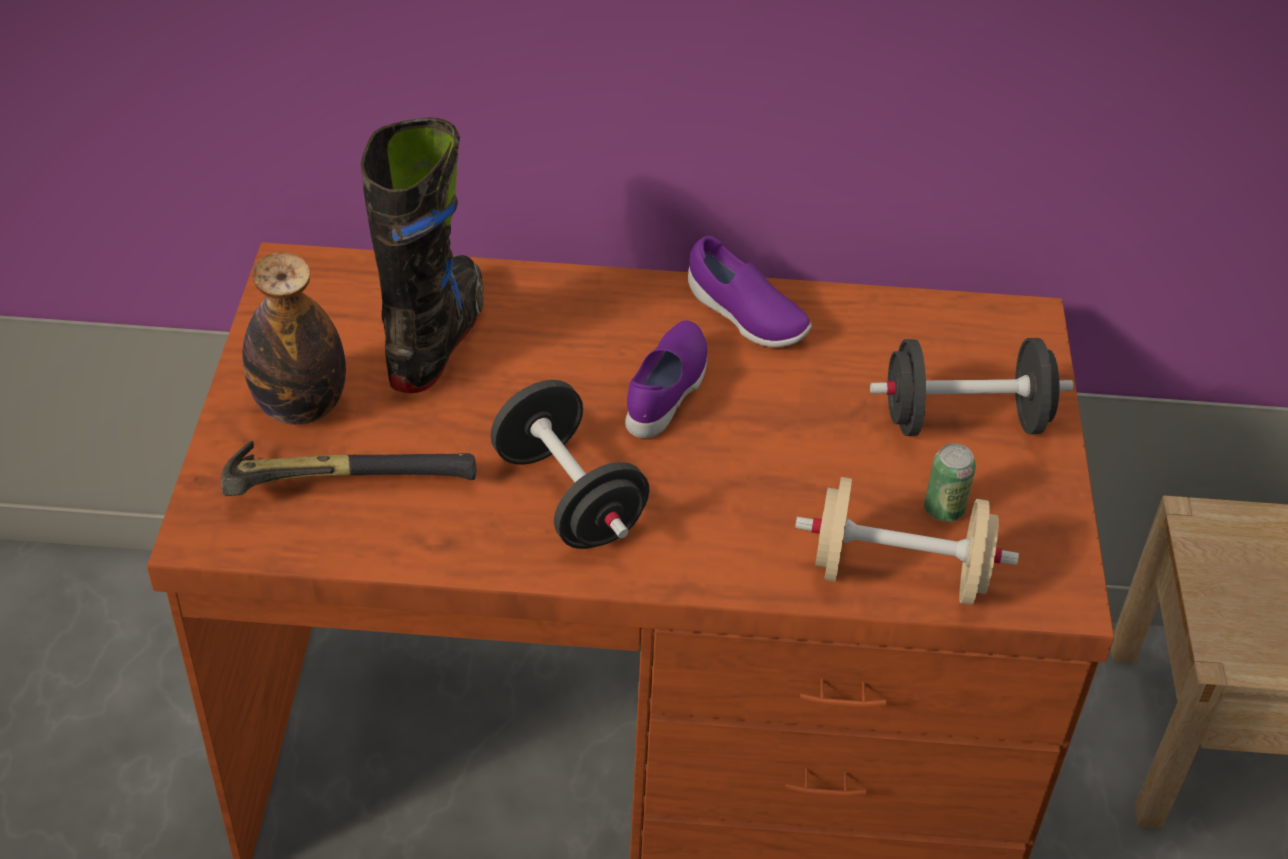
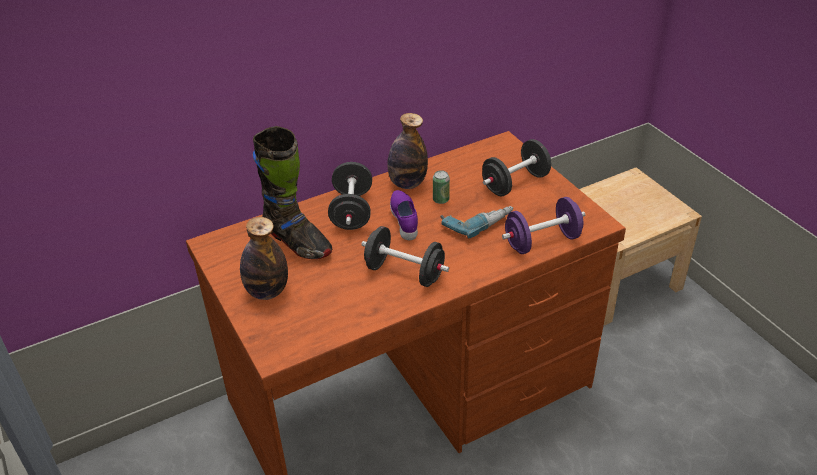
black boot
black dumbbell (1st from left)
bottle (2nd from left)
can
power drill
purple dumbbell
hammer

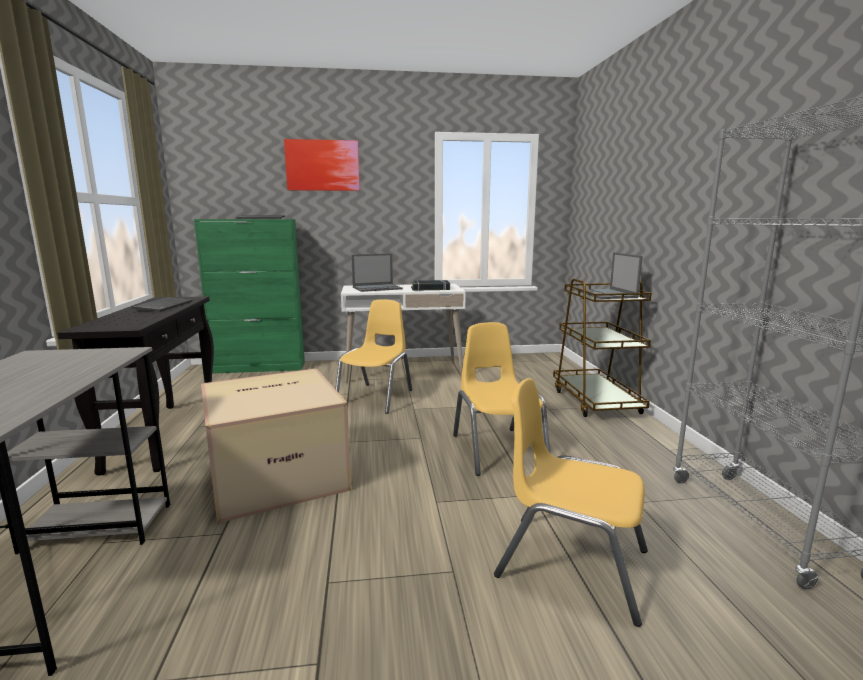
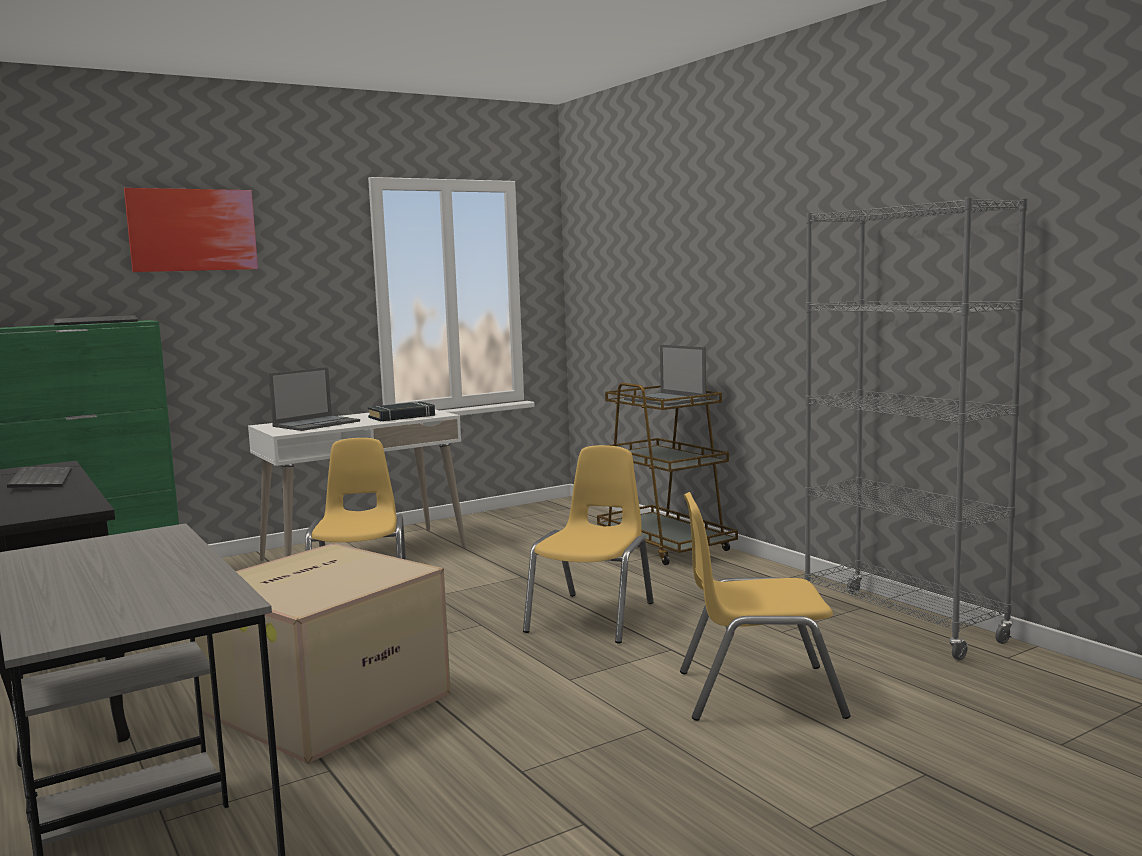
yellow chair (2nd from left)

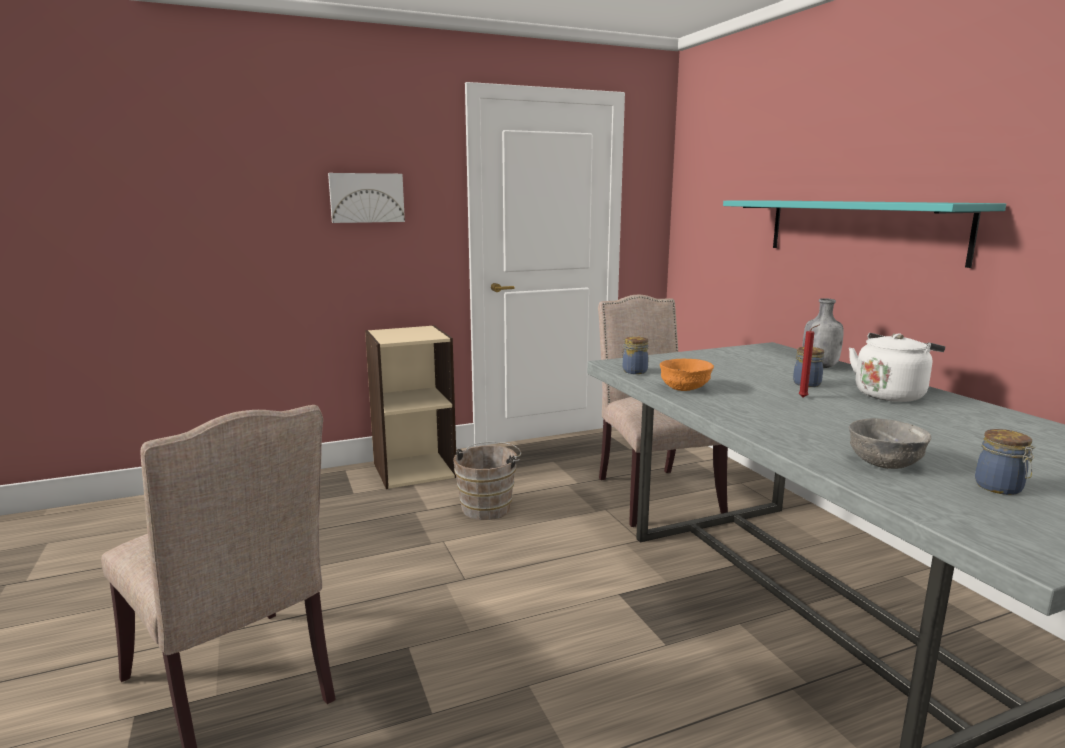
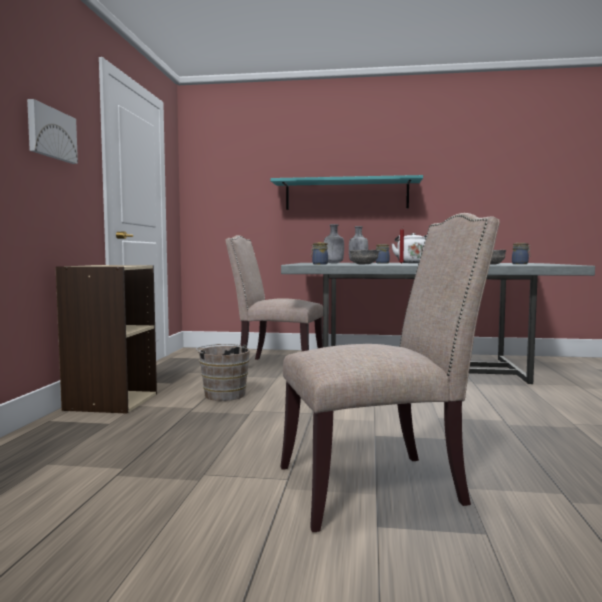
grey bottle (1st from left)
grey bowl (1st from left)

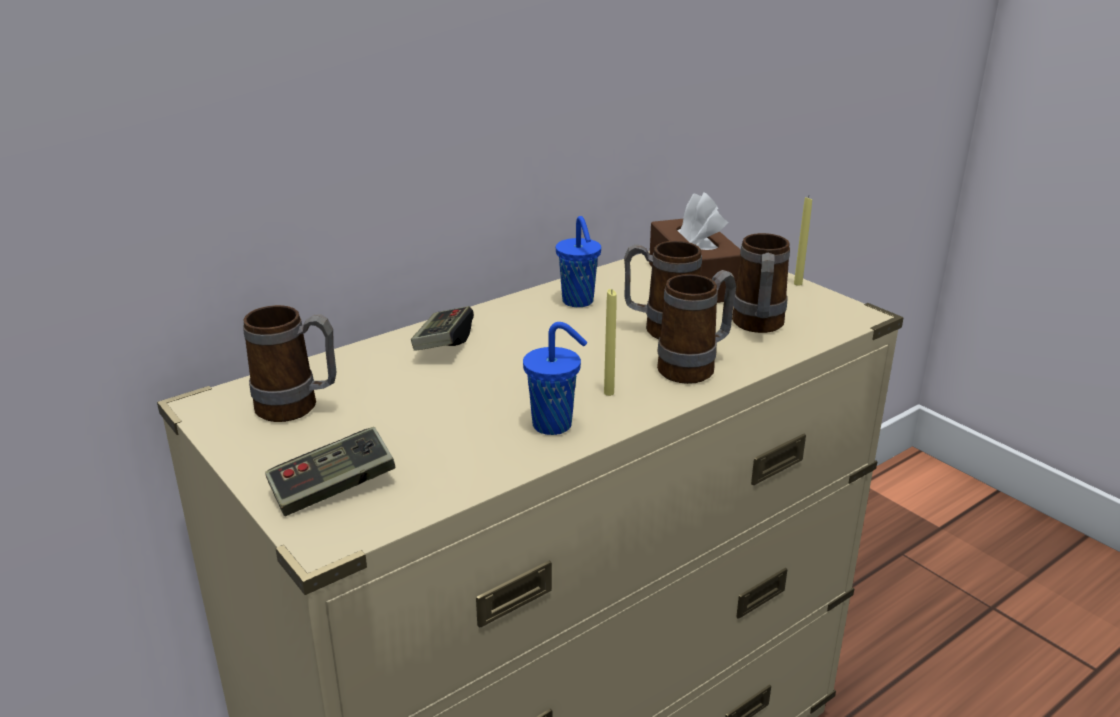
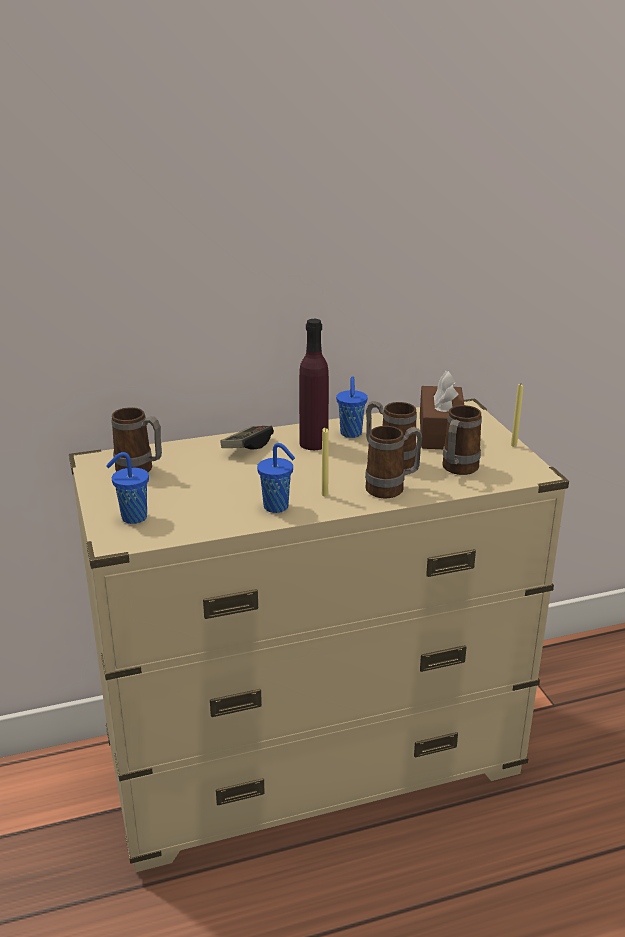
blue cup (1st from left)
purple bottle

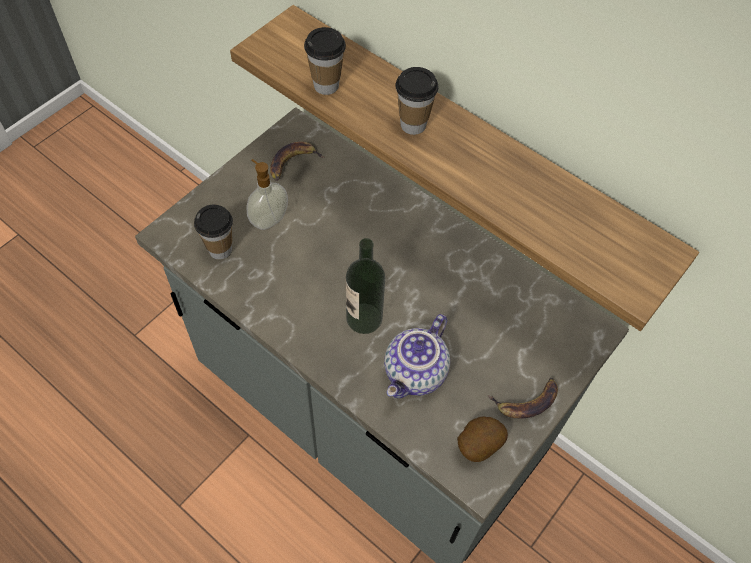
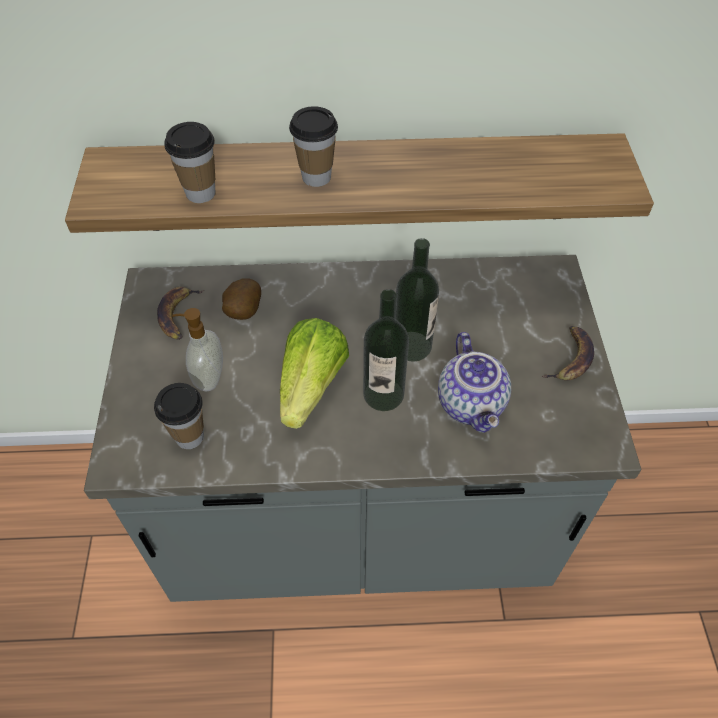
potato
lettuce
bottle (2nd from left)

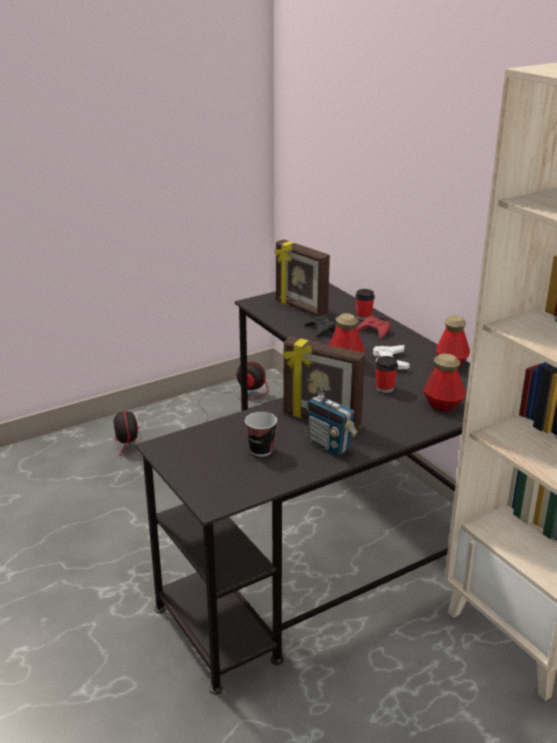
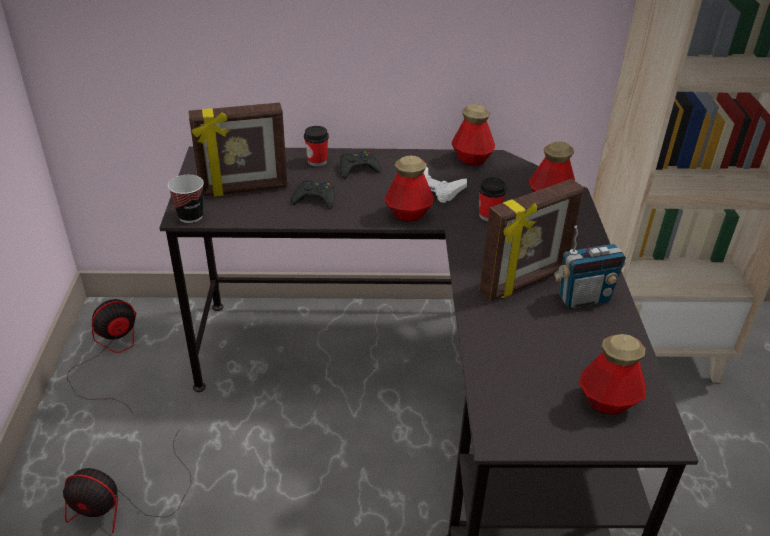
cup (1st from left)
black game controller (2nd from left)
bottle (4th from left)

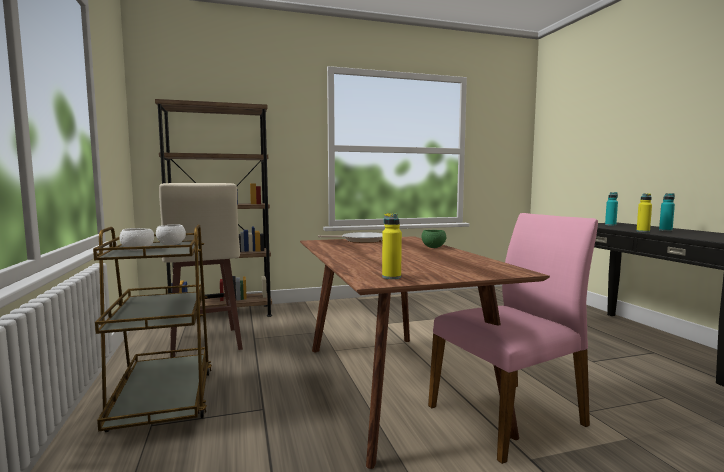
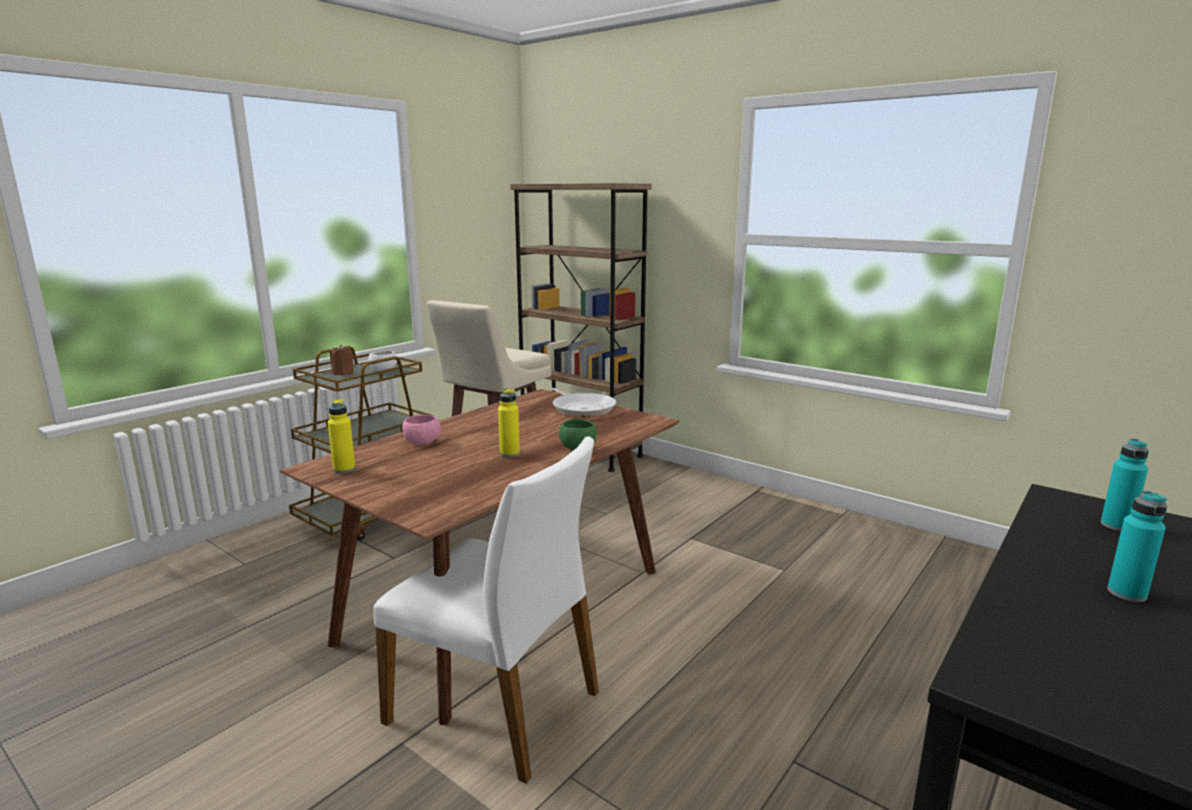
brown candle
white chair
pink bowl
yellow bottle (2nd from left)

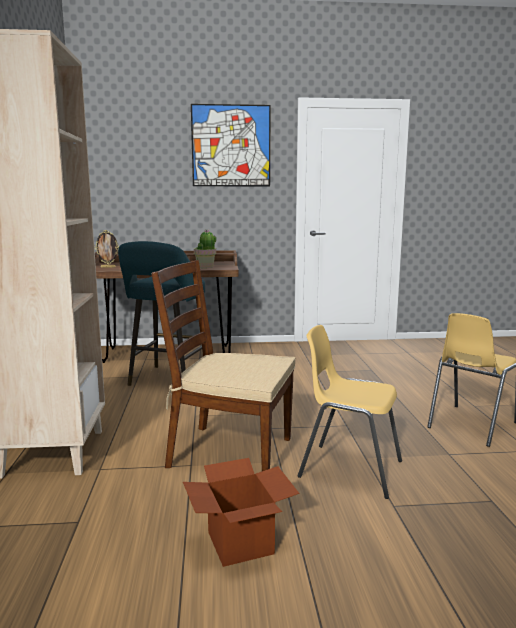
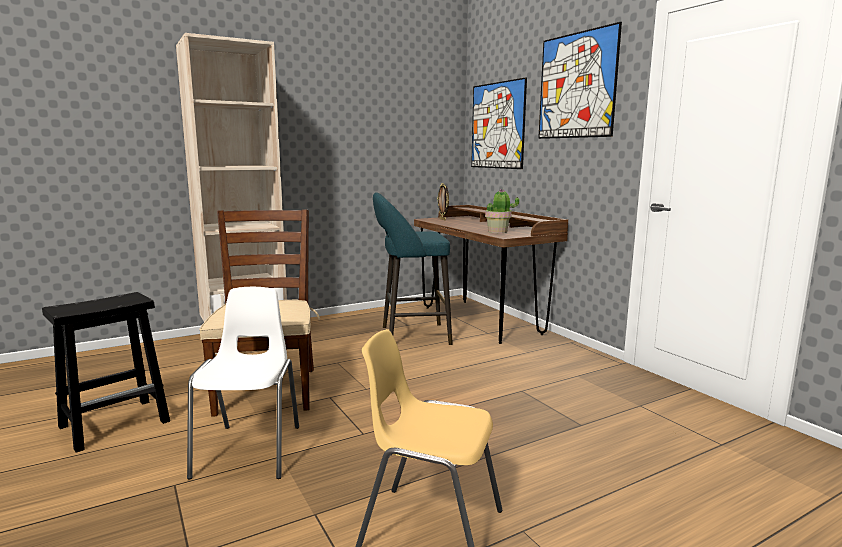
black stool
white chair
picture (1st from left)

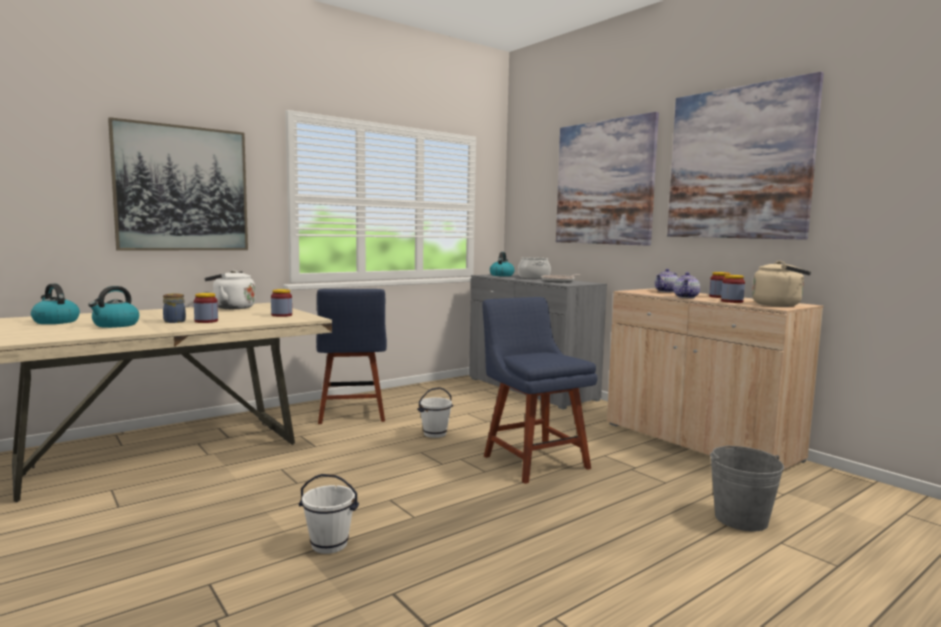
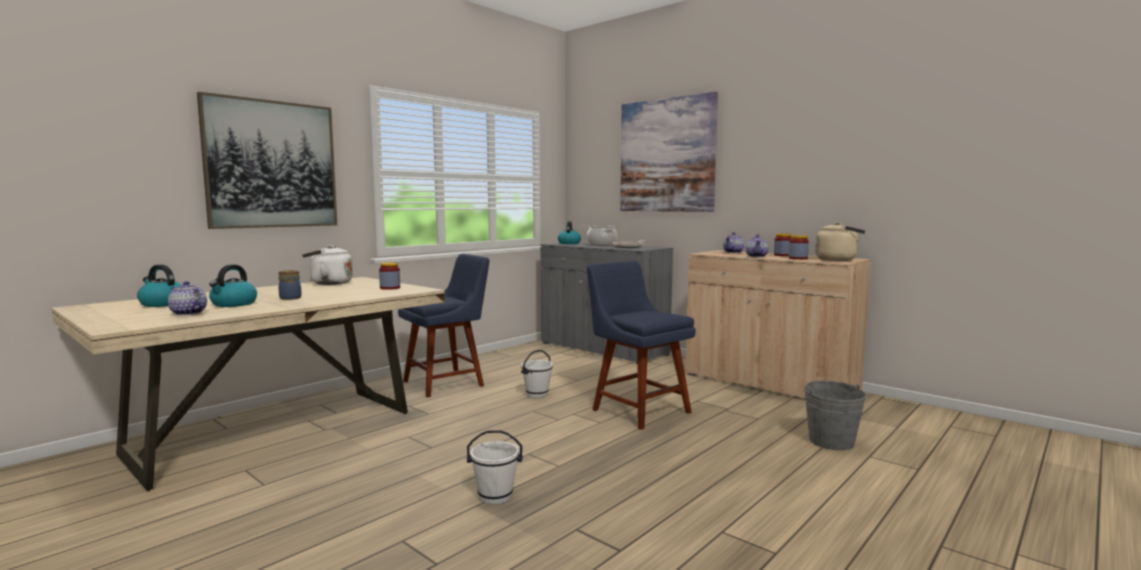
teapot (1st from left)
blue chair (1st from left)
jar (2nd from left in the first image)
picture (3rd from left in the first image)

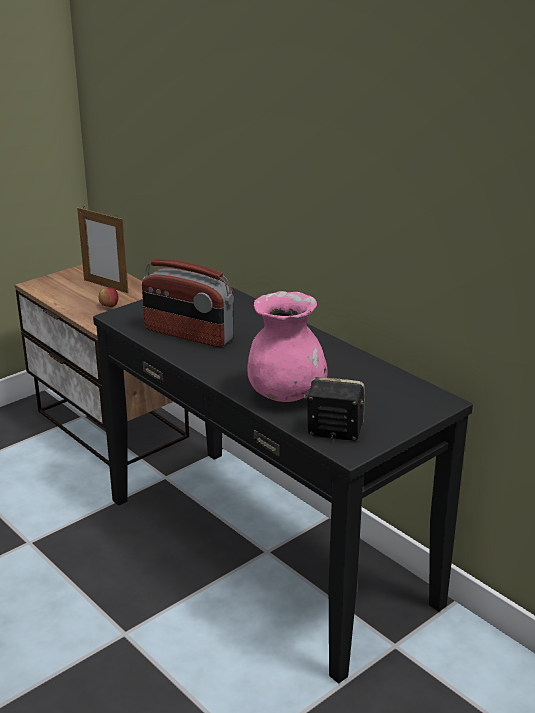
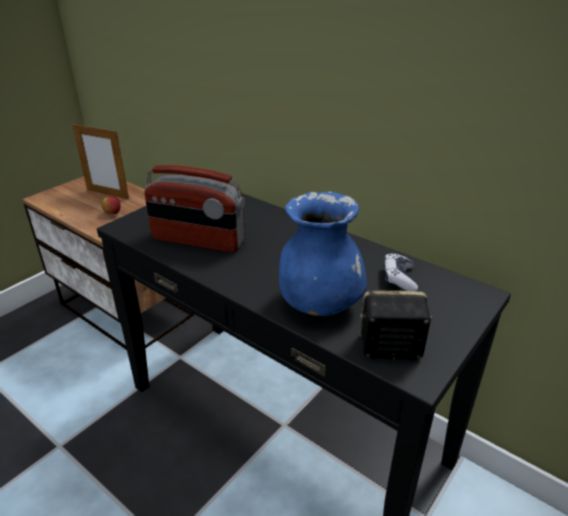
blue vase
game controller

